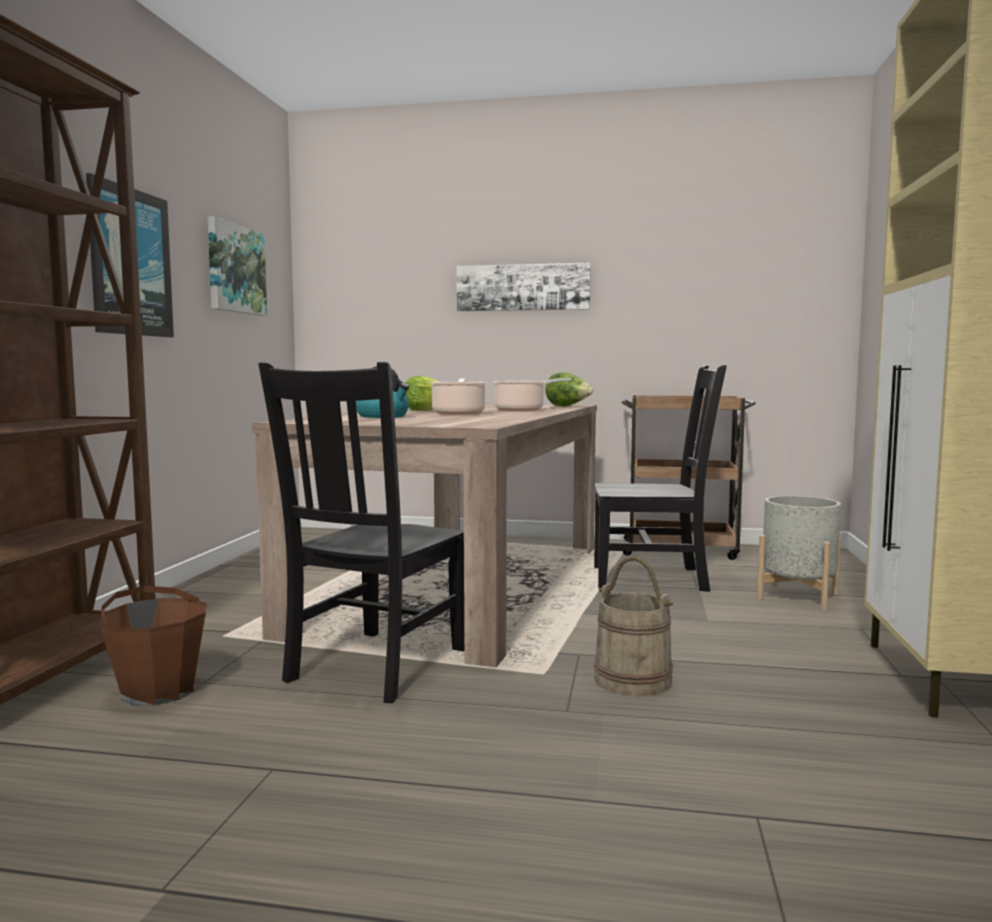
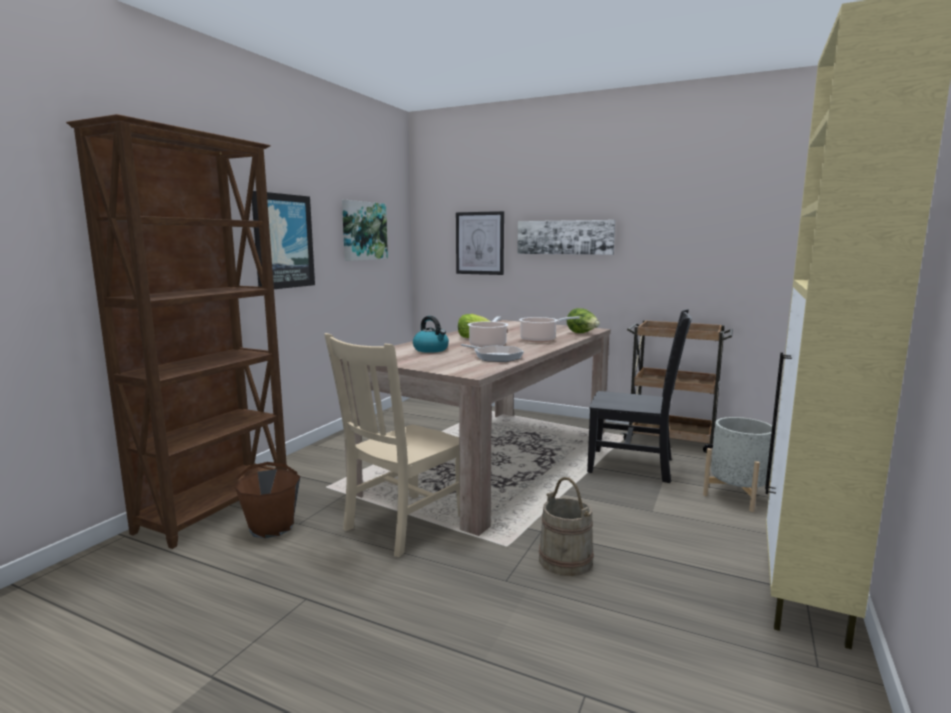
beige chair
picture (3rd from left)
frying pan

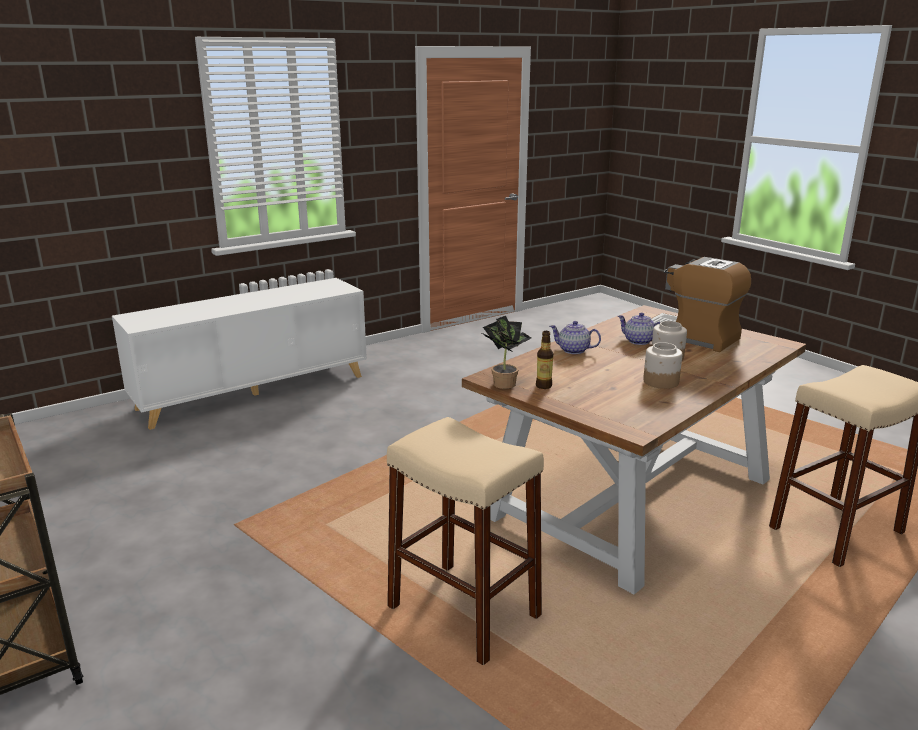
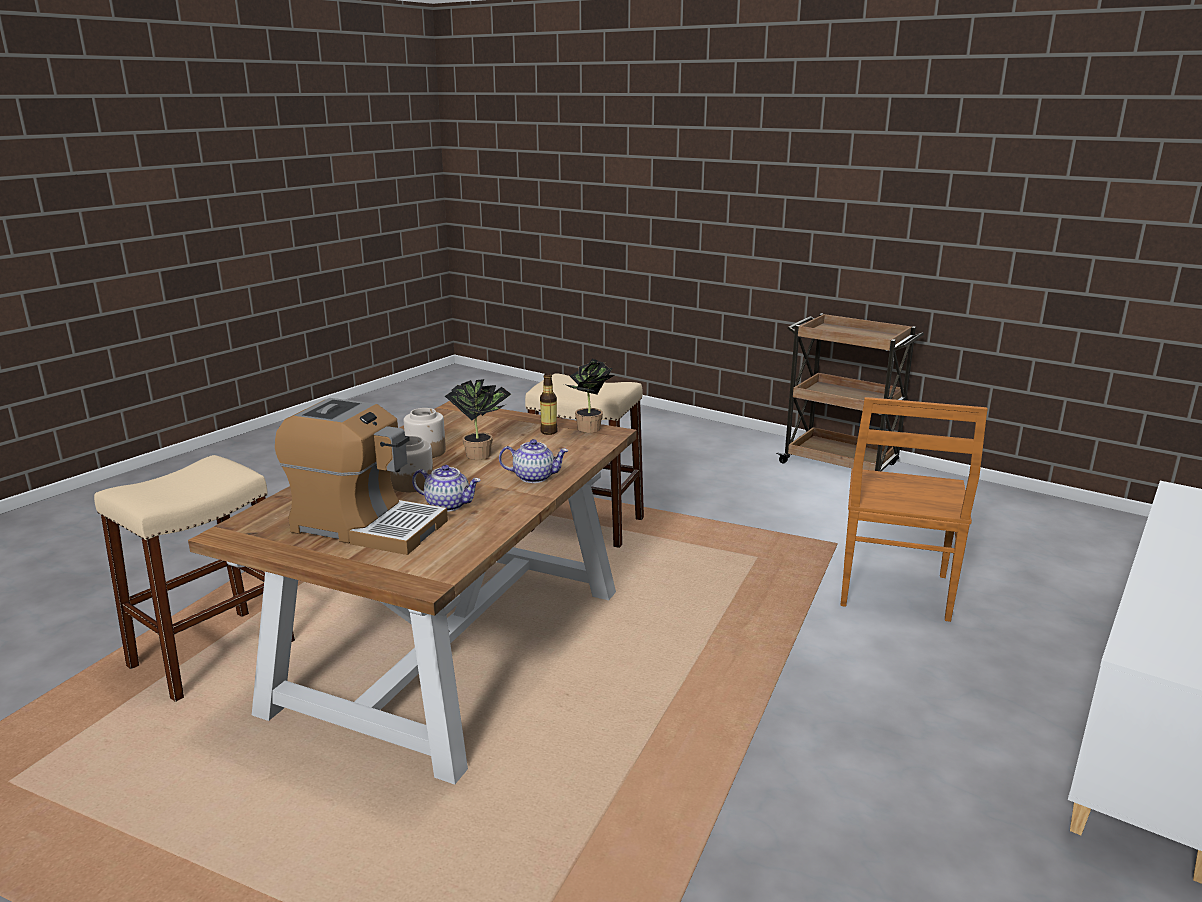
potted plant (1st from left)
brown chair

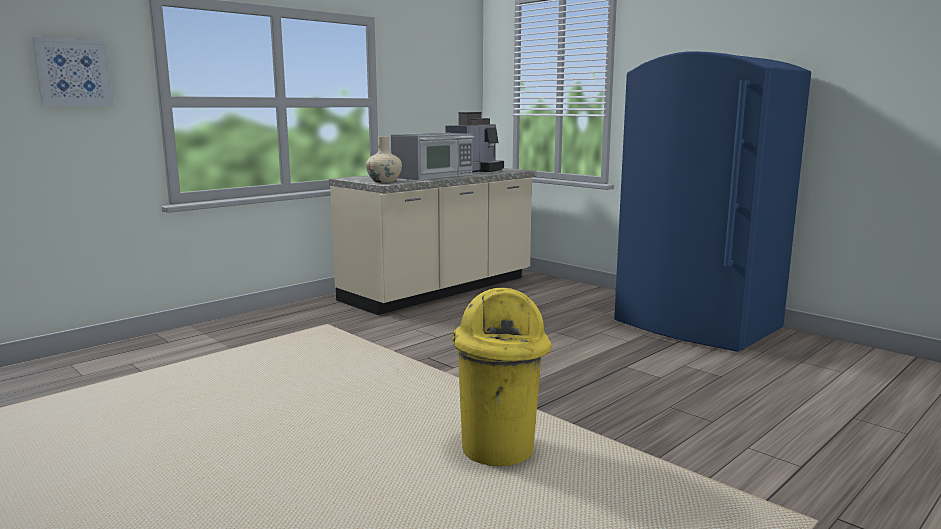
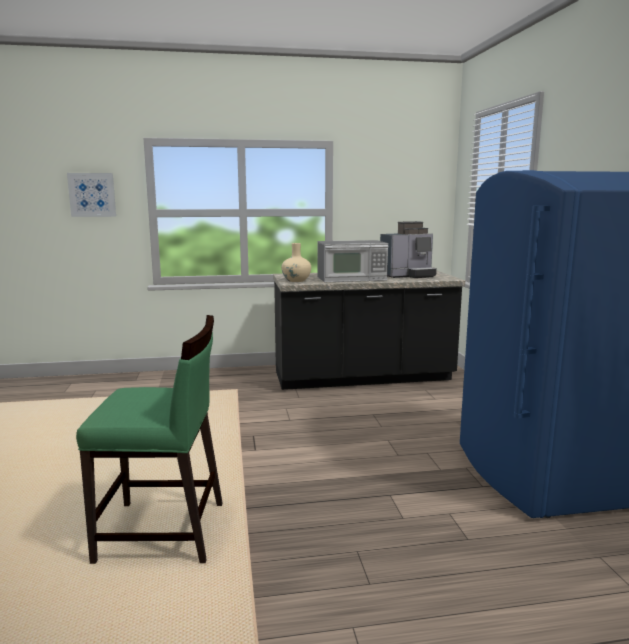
green chair
black counter

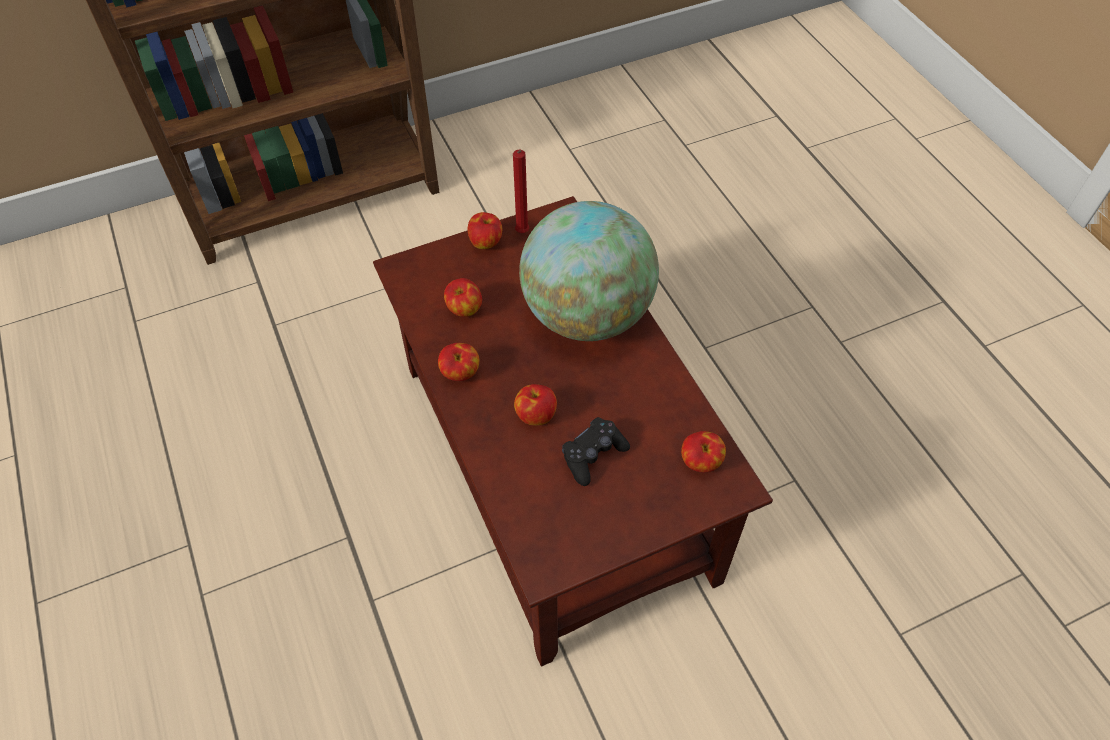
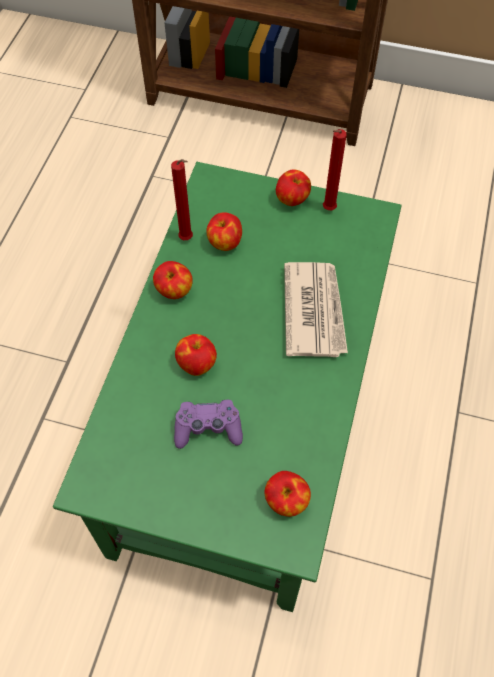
green coffee table
red candle (1st from left)
purple game controller
newspaper

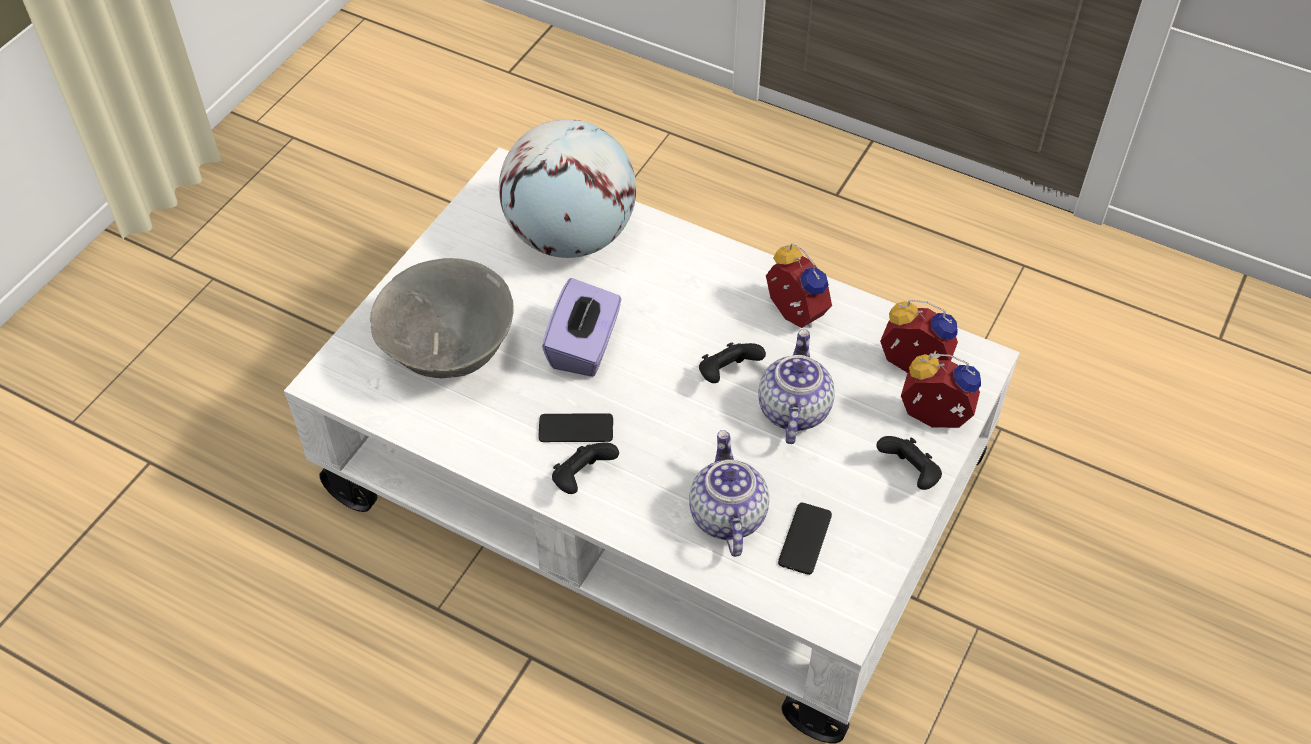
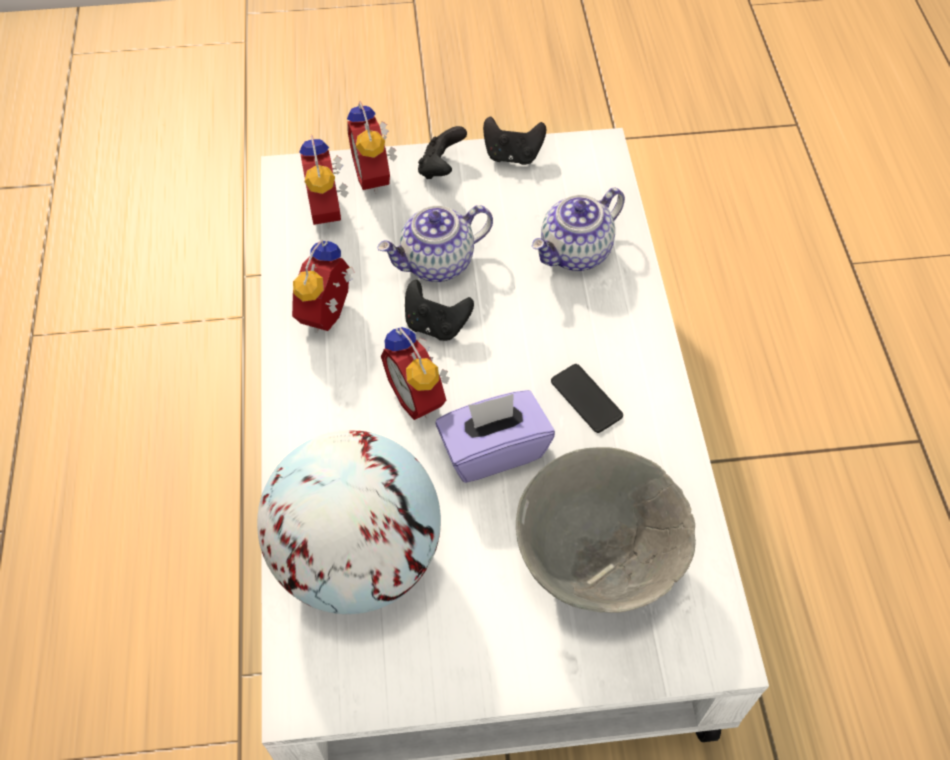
alarm clock (4th from left)
black game controller (3rd from left)
phone (2nd from left in the first image)

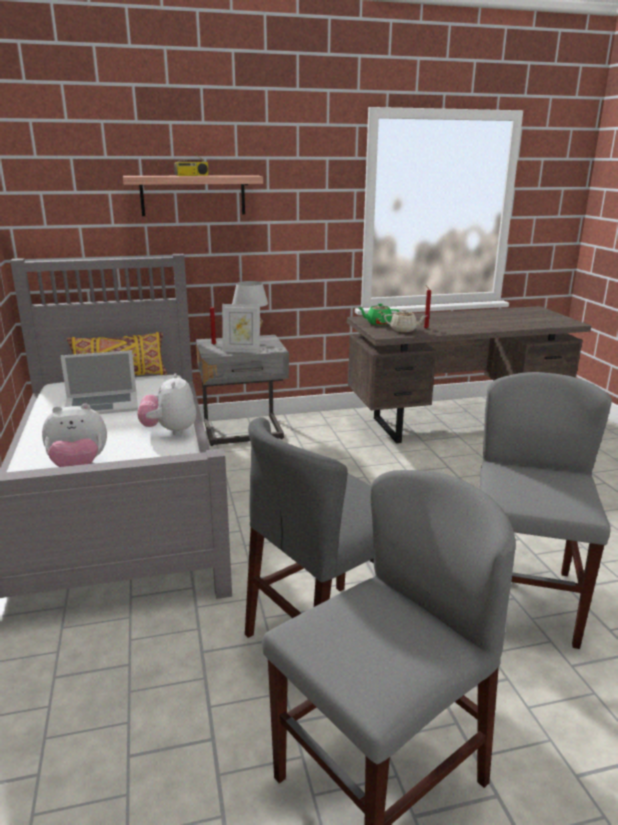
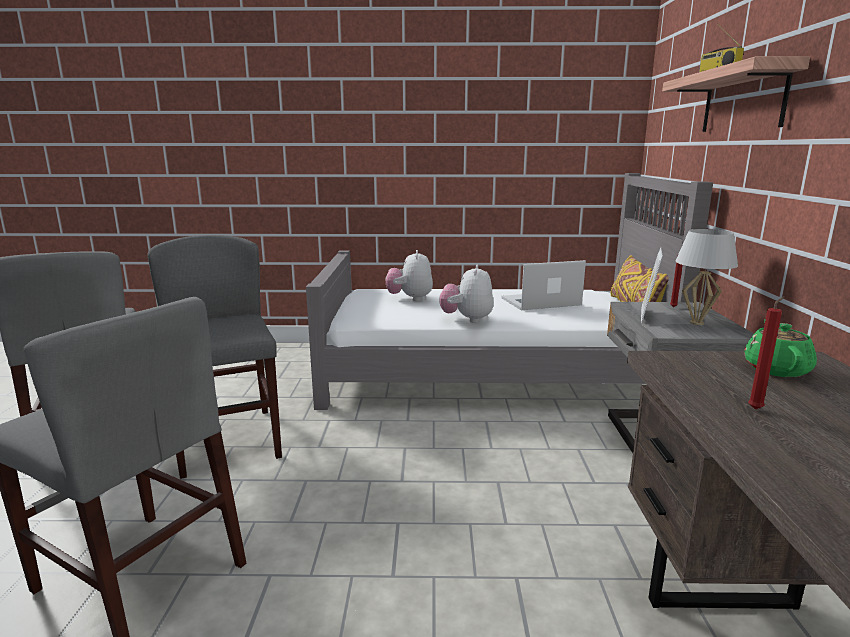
plush toy (2nd from left)
laptop
beige teapot

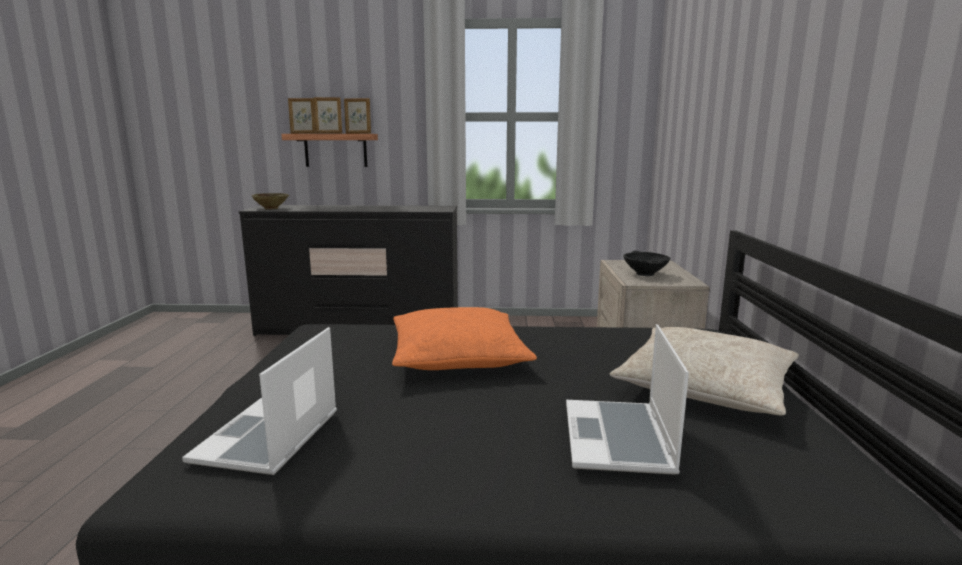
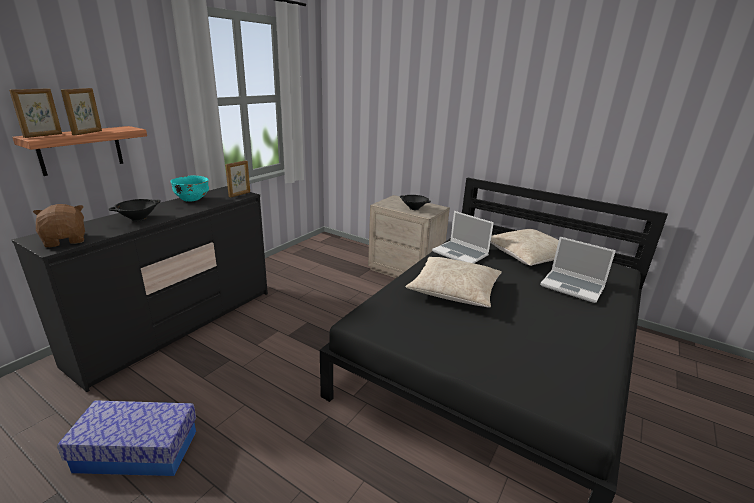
brown plush toy
storage box
black bowl (1st from left)
turquoise bowl
picture frame (3rd from left)
beige pillow (1st from left)
laptop (1st from left)

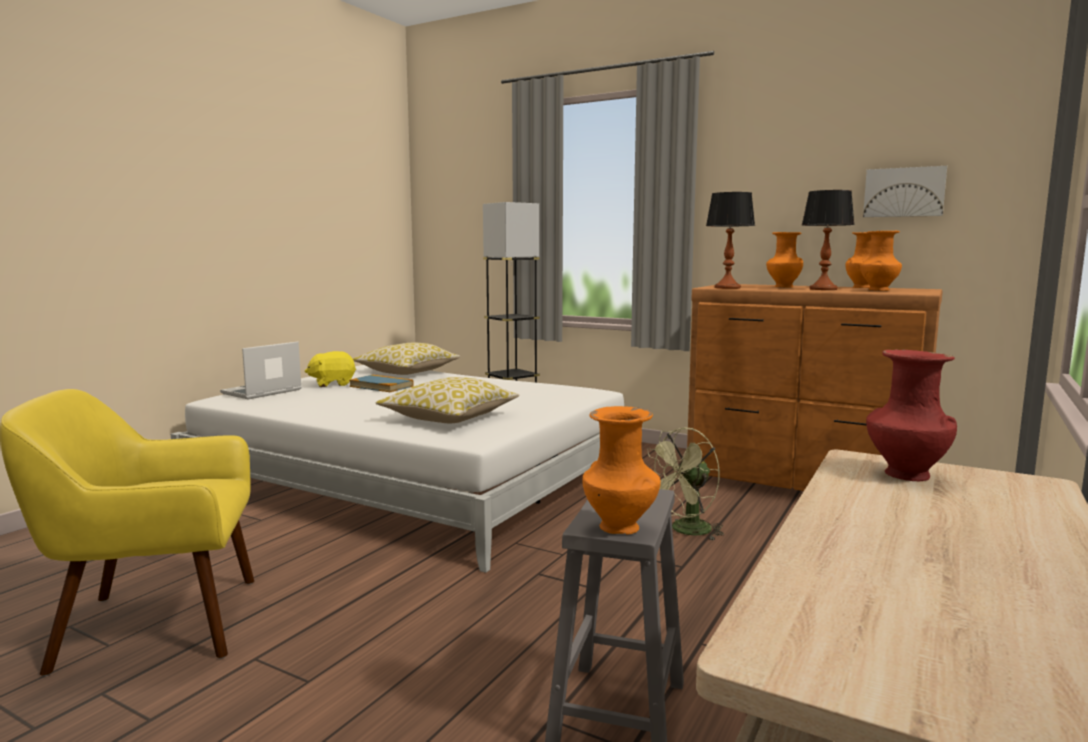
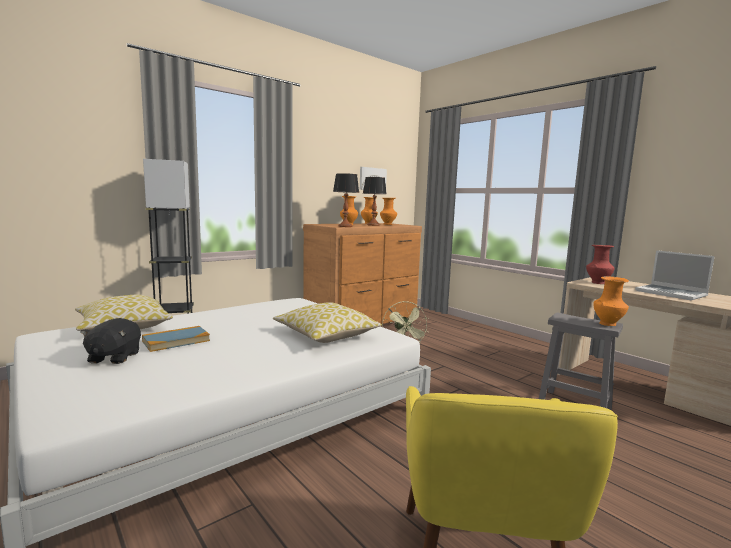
black plush toy
laptop

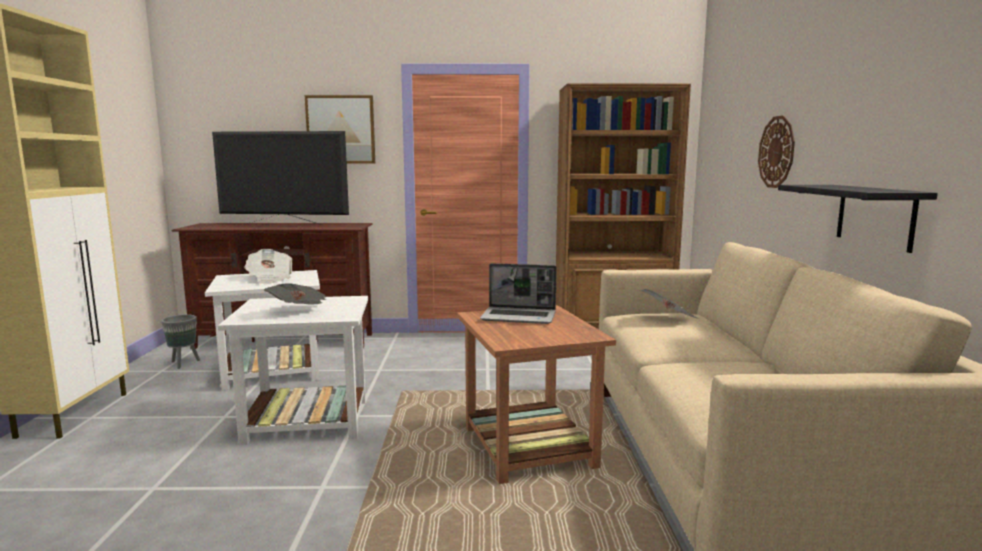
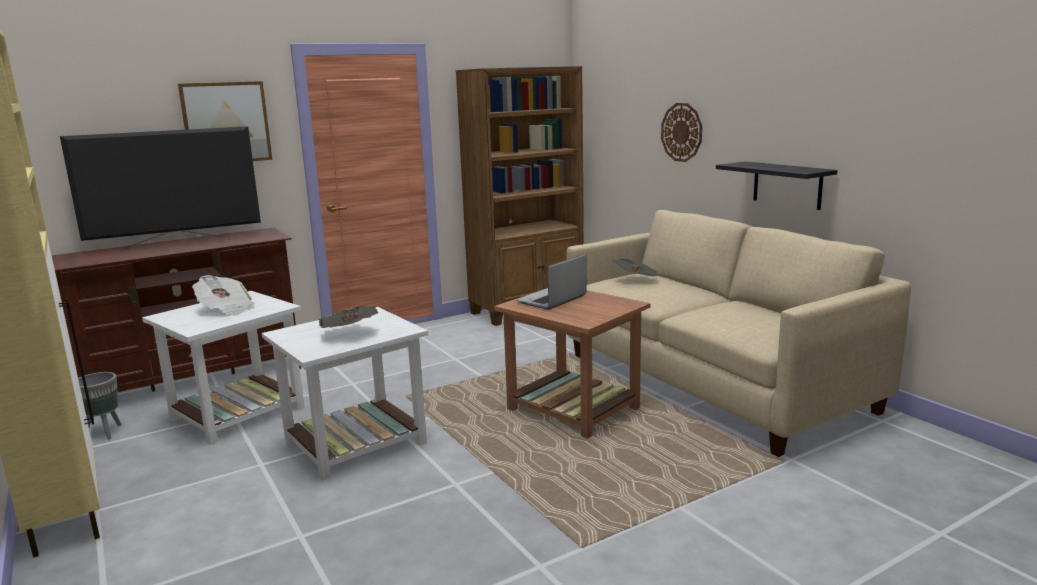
laptop

